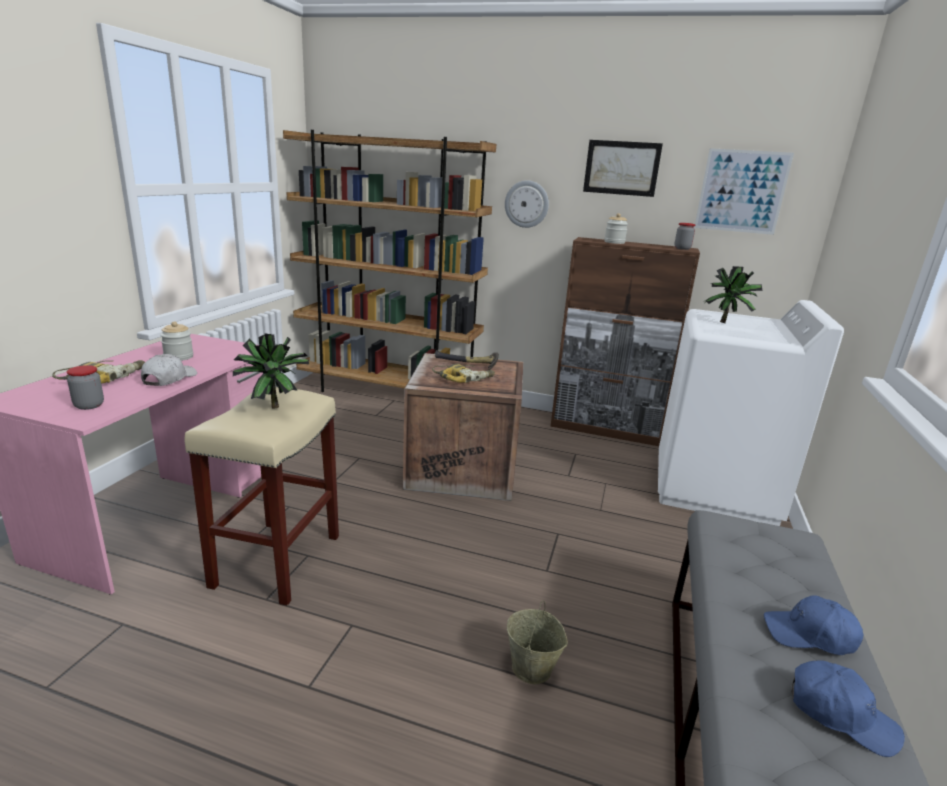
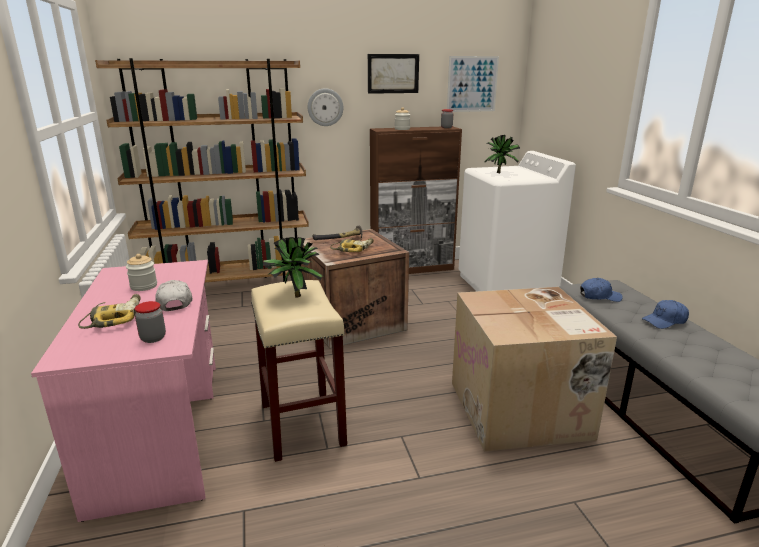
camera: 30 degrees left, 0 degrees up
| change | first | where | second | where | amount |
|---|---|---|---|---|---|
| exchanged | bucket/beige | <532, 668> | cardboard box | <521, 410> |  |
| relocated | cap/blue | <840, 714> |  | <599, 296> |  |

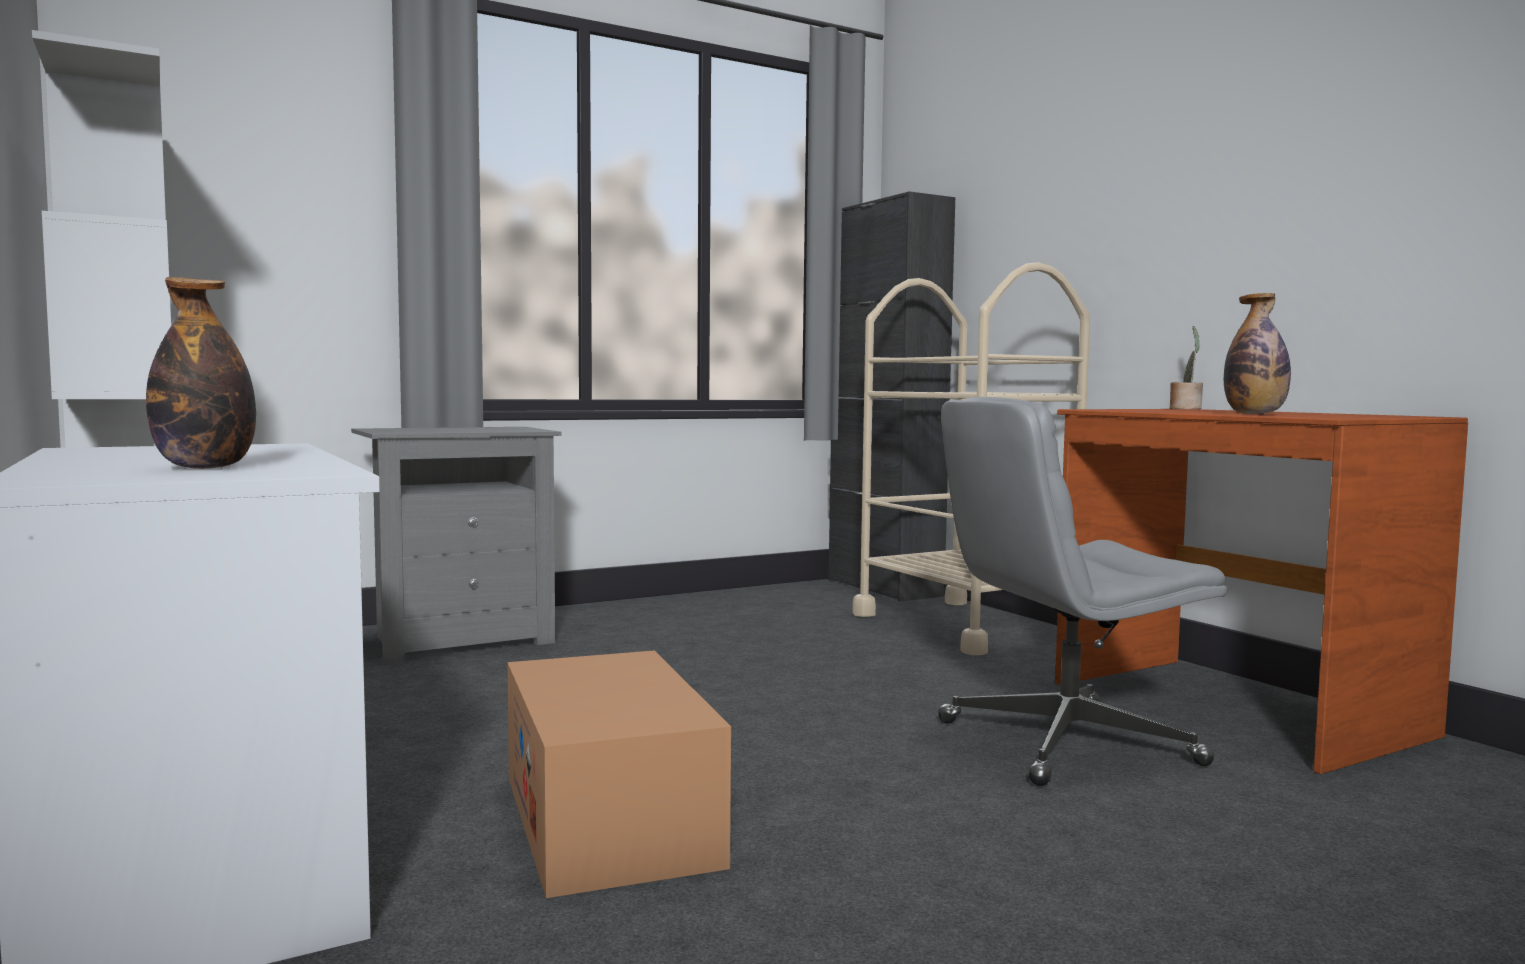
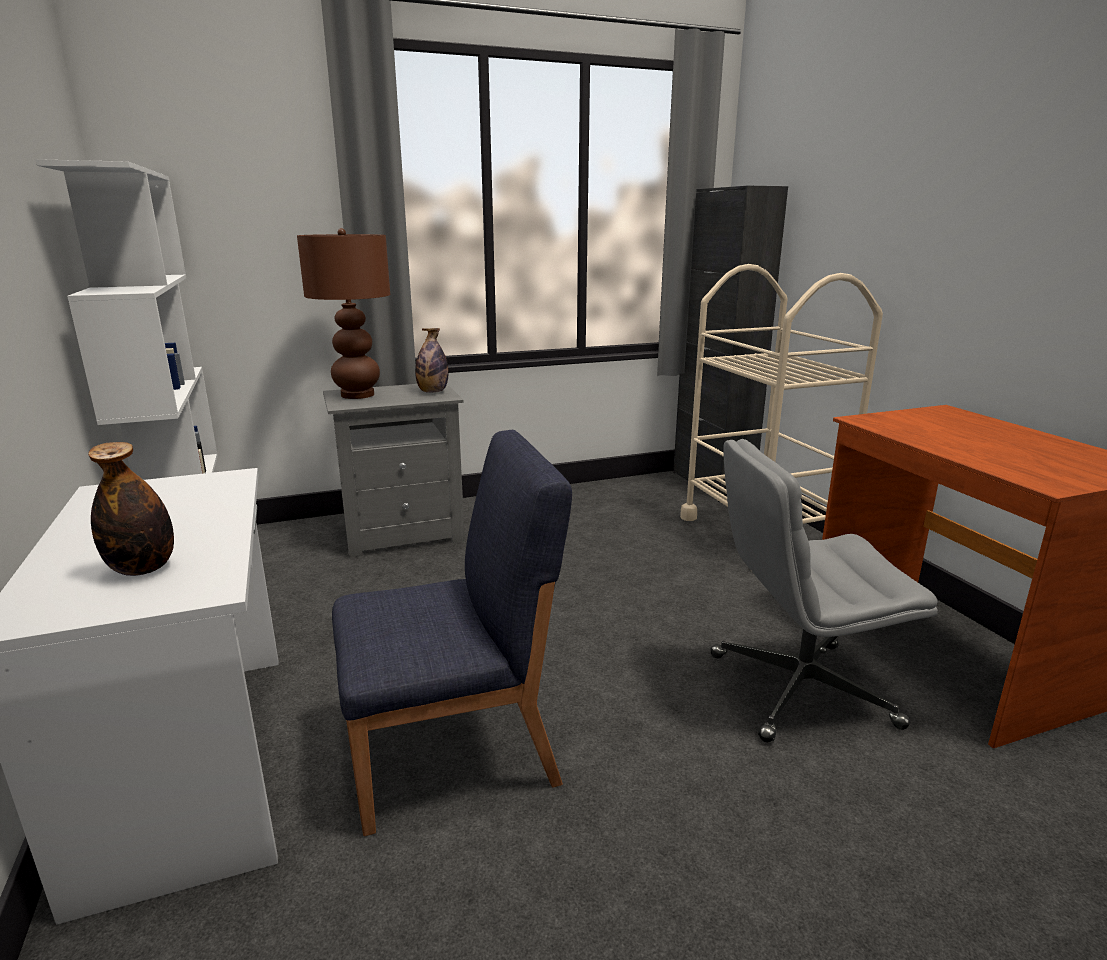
camera: 10 degrees right, 15 degrees up
| change | first | where | second | where | amount |
|---|---|---|---|---|---|
| exchanged | cardboard box | <609, 820> | chair/blue | <454, 750> |  |
| missing | potted plant | <1186, 409> |  |  |  |
| relocated | bottle | <1255, 413> |  | <432, 392> |  |
| appeared |  |  | table lamp/brown | <357, 395> |  |

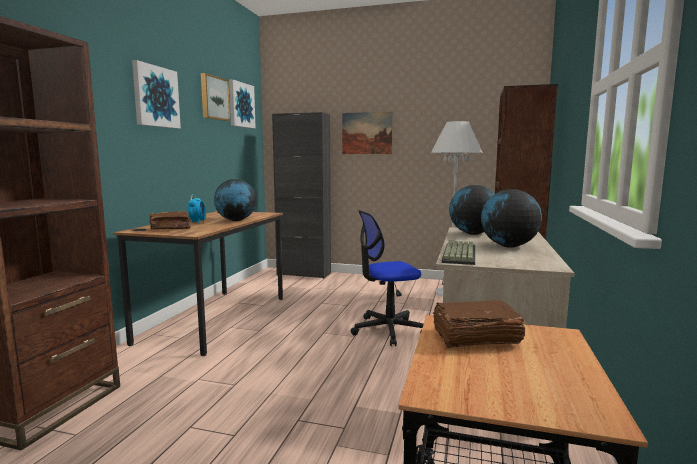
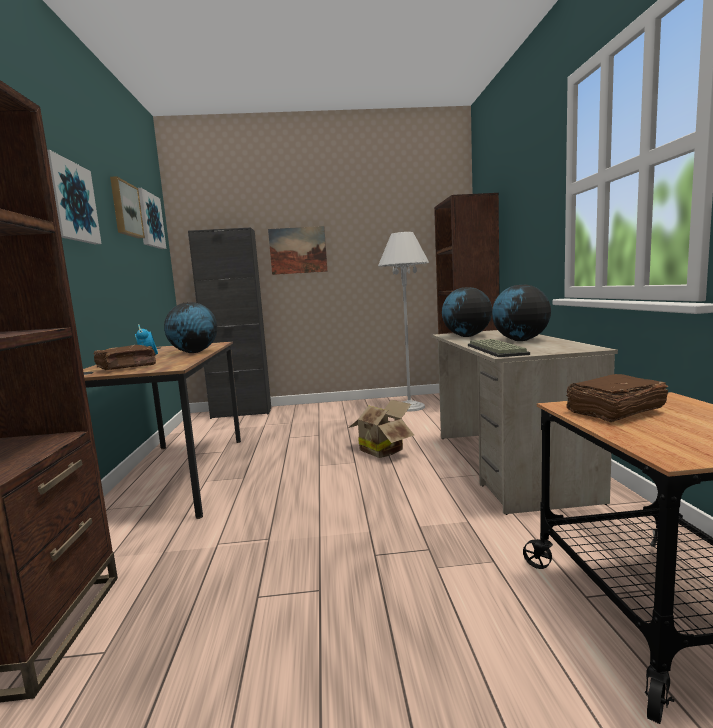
camera: 20 degrees left, 0 degrees up
| change | first | where | second | where | amount |
|---|---|---|---|---|---|
| exchanged | office chair | <388, 330> | cardboard box | <383, 450> |  |

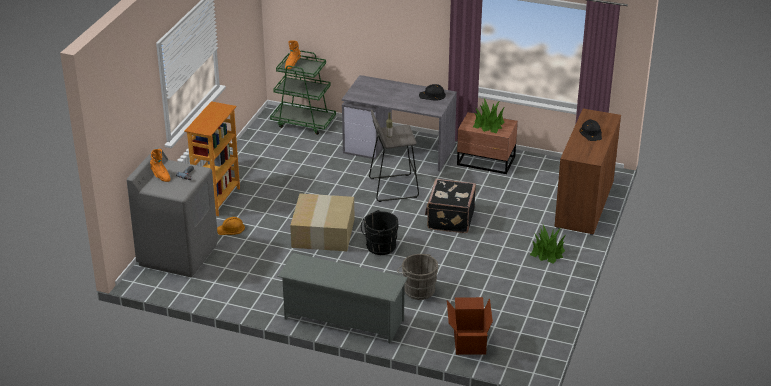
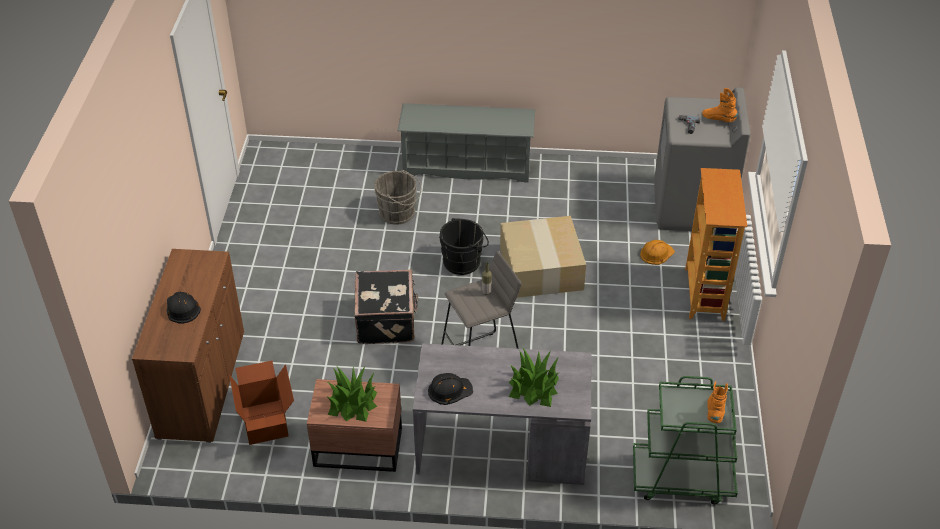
camera: 165 degrees right, 10 degrees up
| change | first | where | second | where | amount |
|---|---|---|---|---|---|
| relocated | cardboard box | <468, 342> |  | <266, 422> |  |
| relocated | potted plant | <547, 252> |  | <533, 387> |  |

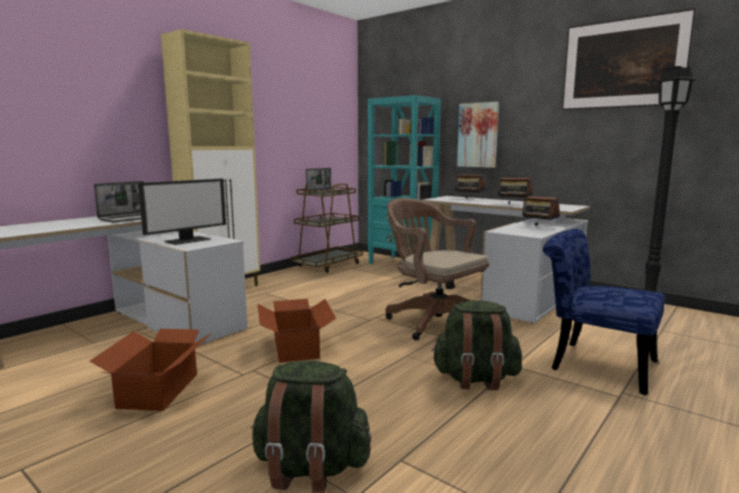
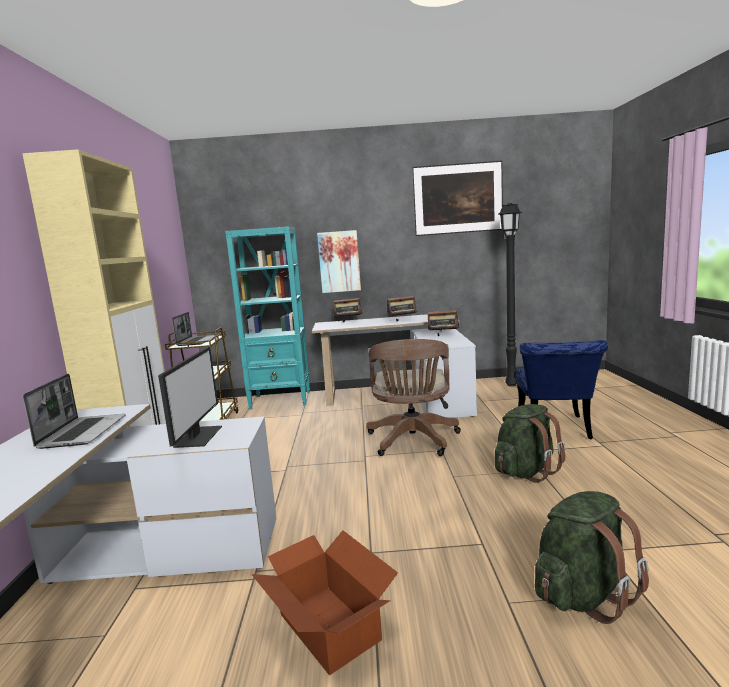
camera: 40 degrees left, 0 degrees up
| change | first | where | second | where | amount |
|---|---|---|---|---|---|
| missing | cardboard box | <297, 347> |  |  |  |
| spun | office chair/brown | <433, 321> |  | <413, 441> | 90 degrees counterclockwise |
| spun | chair/blue | <593, 364> |  | <555, 430> | 75 degrees counterclockwise |

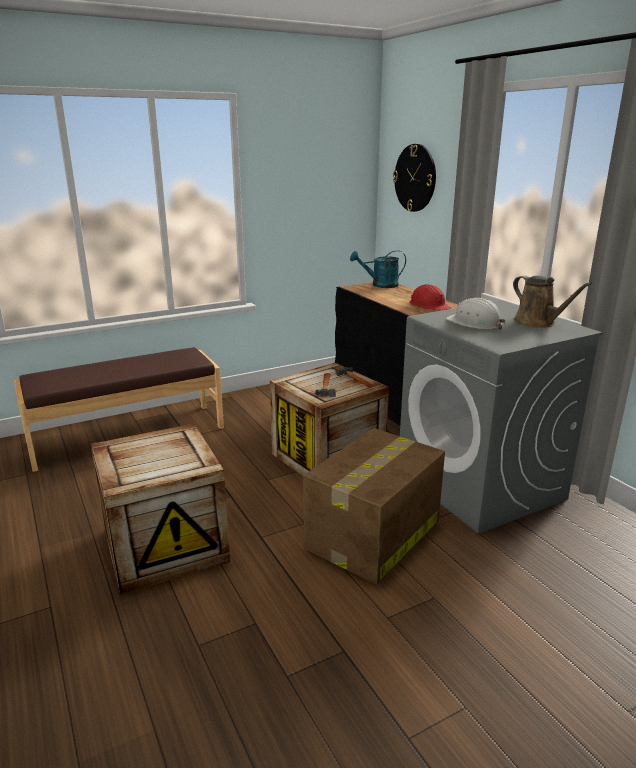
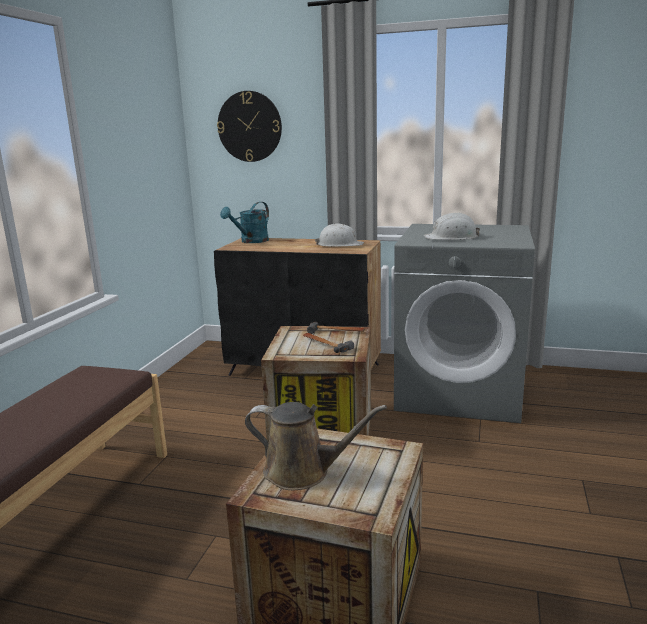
camera: 45 degrees left, 5 degrees down
| change | first | where | second | where | amount |
|---|---|---|---|---|---|
| missing | cardboard box | <372, 536> |  |  |  |
| colour | hard hat/red | <429, 305> | hard hat/white | <340, 245> |  |
| relocated | watering can/brown | <537, 323> |  | <303, 472> |  |

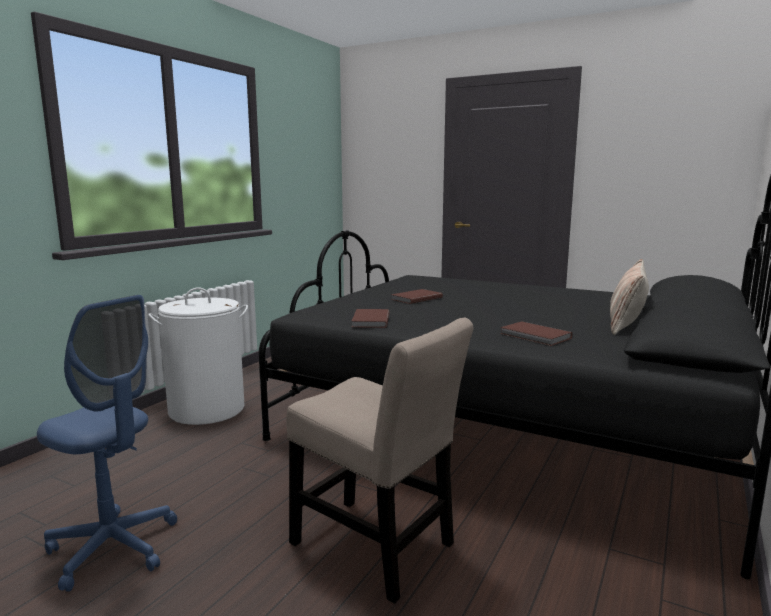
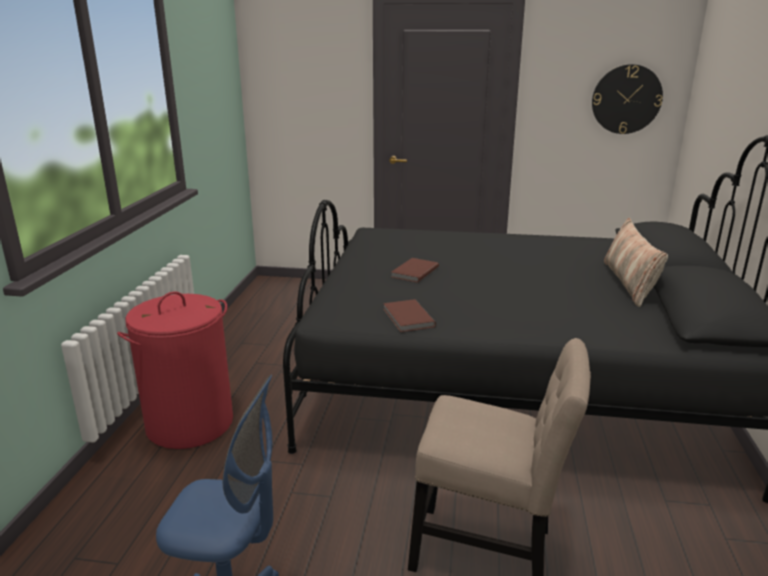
camera: 20 degrees left, 10 degrees up
| change | first | where | second | where | amount |
|---|---|---|---|---|---|
| colour | laundry basket/white | <207, 409> | laundry basket/red | <190, 423> |  |
| missing | book/brown | <535, 336> |  |  |  |
| appeared |  |  | wall clock | <626, 99> |  |

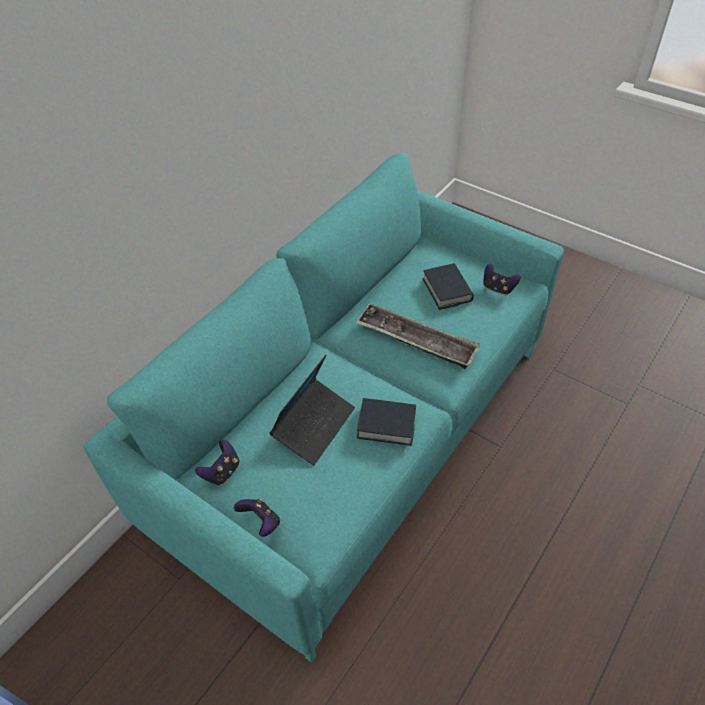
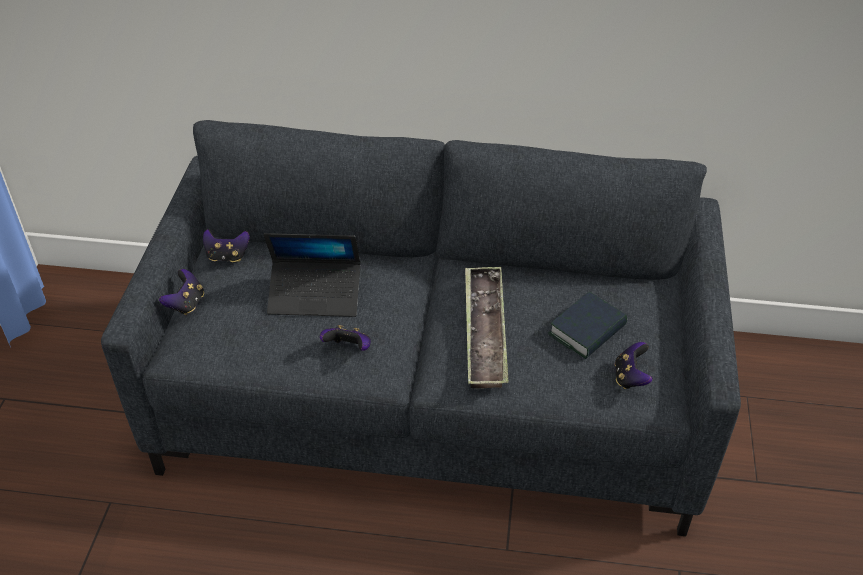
camera: 60 degrees right, 5 degrees down
| change | first | where | second | where | amount |
|---|---|---|---|---|---|
| colour | sofa/turquoise | <355, 435> | sofa/grey | <432, 401> |  |
| exchanged | book | <386, 424> | game controller | <349, 349> |  |

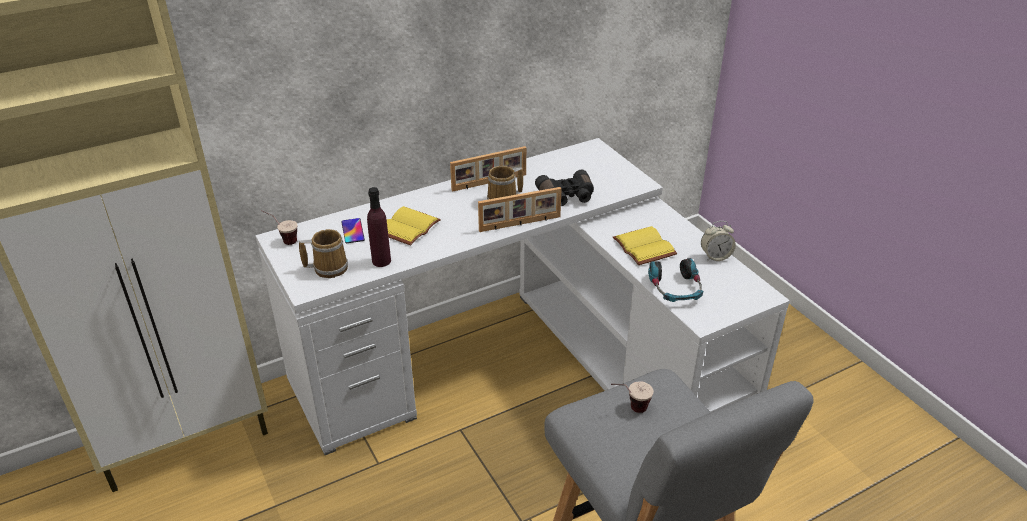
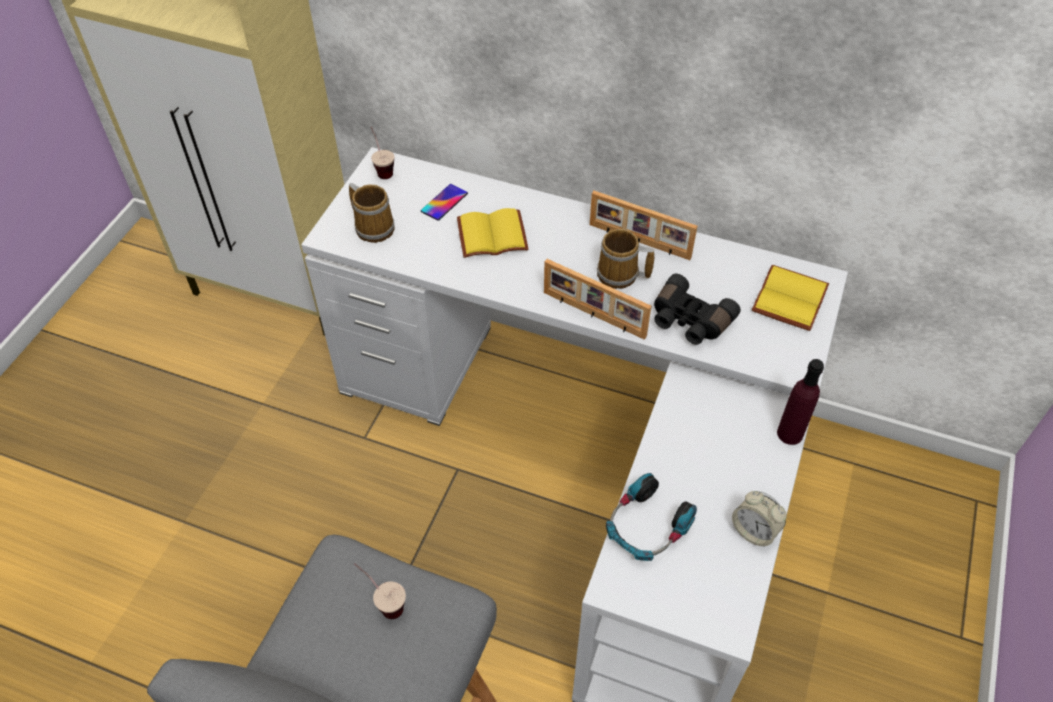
camera: 50 degrees right, 15 degrees up
| change | first | where | second | where | amount |
|---|---|---|---|---|---|
| relocated | bottle/purple | <381, 261> |  | <789, 433> |  |
| relocated | book/yellow | <642, 247> |  | <788, 297> |  |

